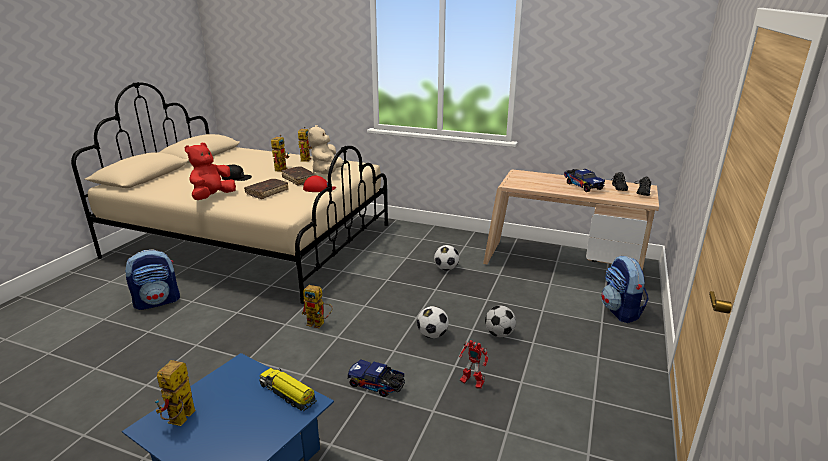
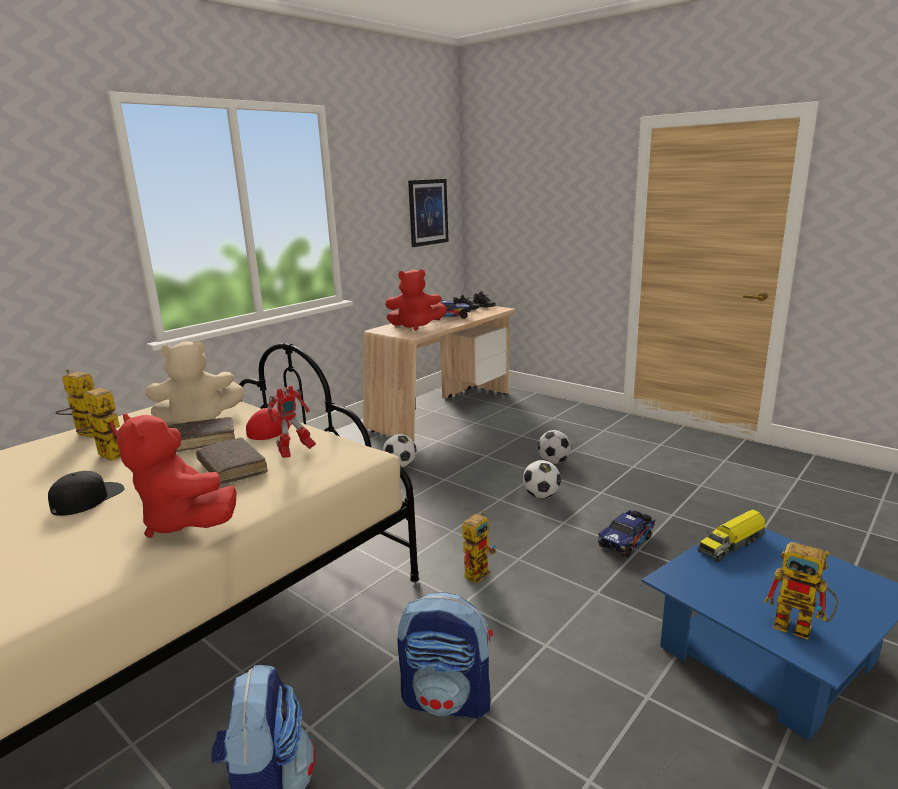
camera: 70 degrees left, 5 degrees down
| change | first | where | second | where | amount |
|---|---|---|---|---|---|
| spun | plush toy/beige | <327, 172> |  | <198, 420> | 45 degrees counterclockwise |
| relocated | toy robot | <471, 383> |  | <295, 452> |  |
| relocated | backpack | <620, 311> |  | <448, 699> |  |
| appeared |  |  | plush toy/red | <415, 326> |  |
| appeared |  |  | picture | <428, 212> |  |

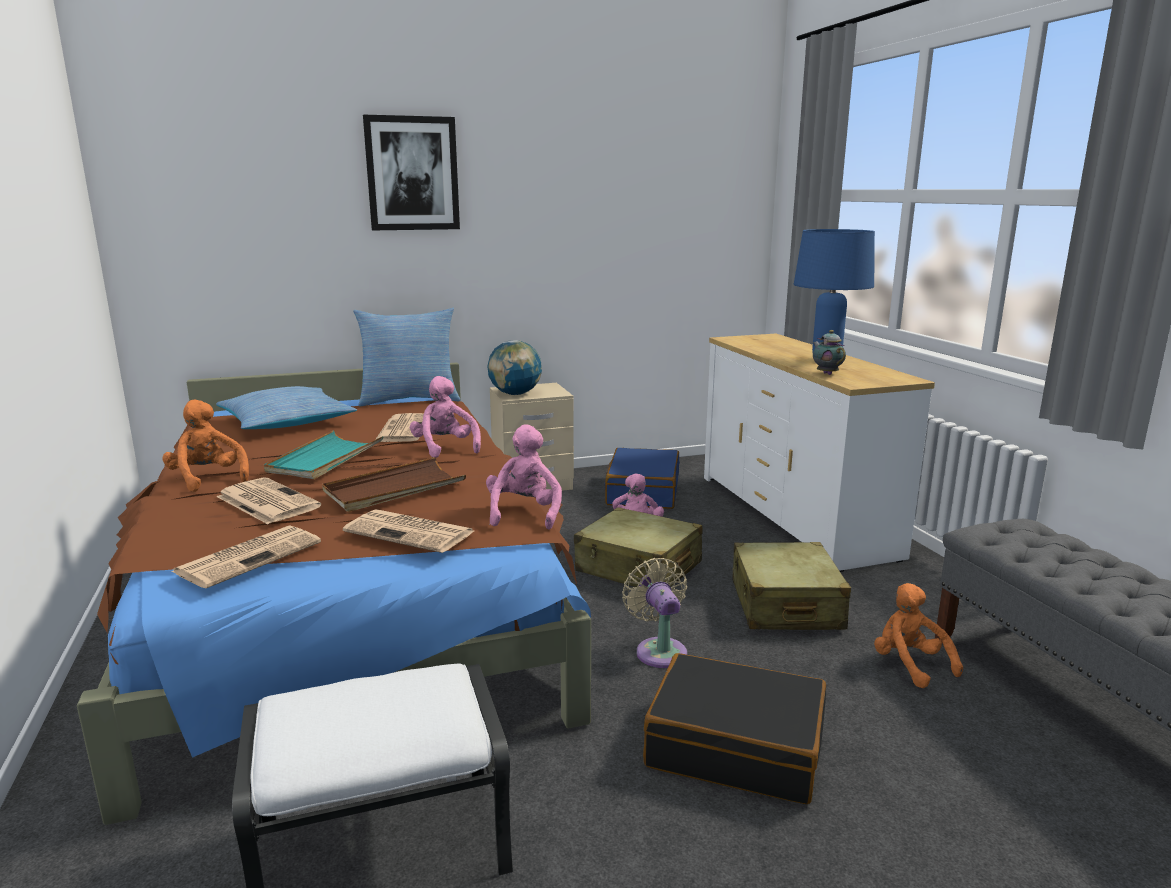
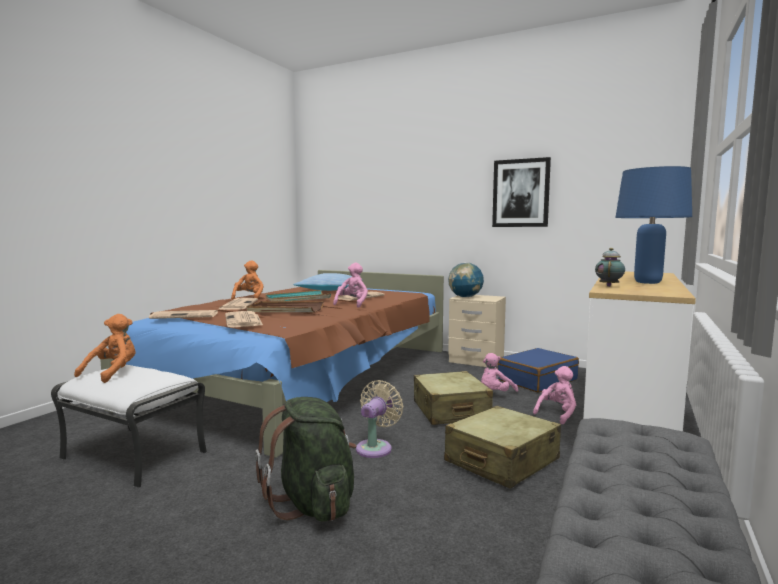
camera: 45 degrees right, 10 degrees down
| change | first | where | second | where | amount |
|---|---|---|---|---|---|
| missing | pillow | <409, 399> |  |  |  |
| relocated | picture | <412, 174> |  | <521, 193> |  |
| relocated | plush toy/pink | <524, 513> |  | <557, 414> |  |
| exchanged | suitcase/black | <735, 746> | backpack/green | <313, 503> |  |
| relocated | plush toy/orange | <909, 665> |  | <113, 373> |  |

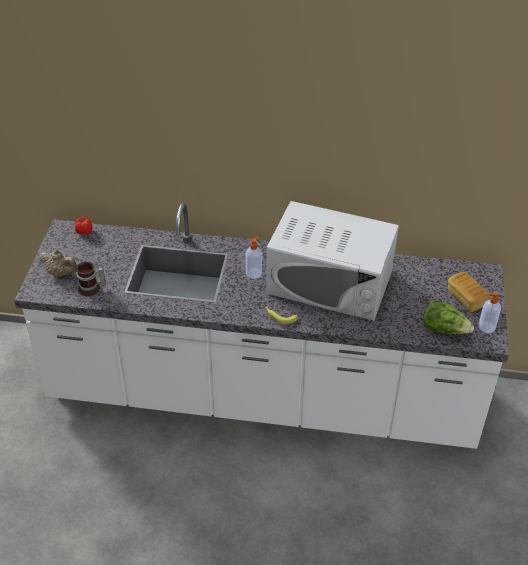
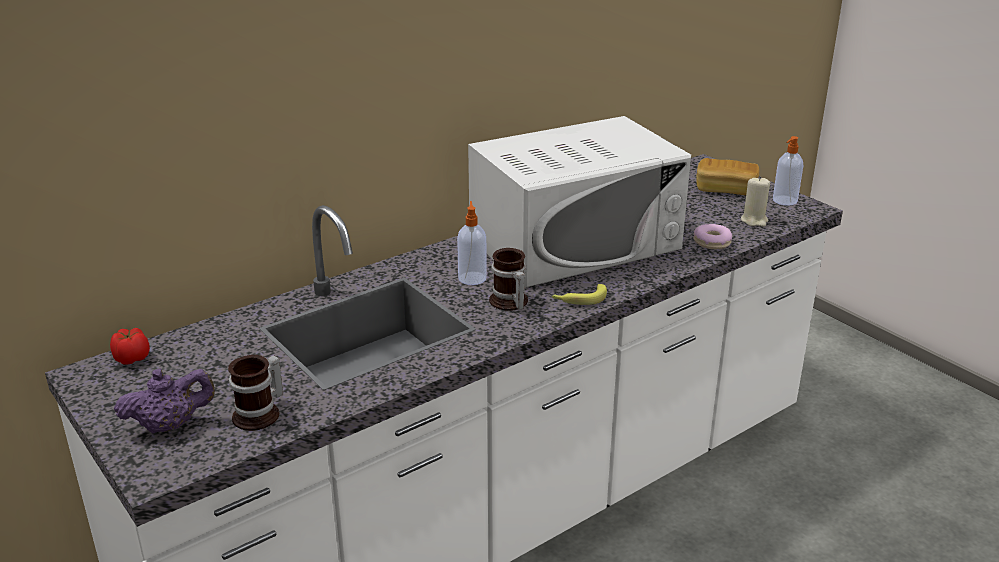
camera: 45 degrees left, 15 degrees down
| change | first | where | second | where | amount |
|---|---|---|---|---|---|
| colour | teapot/beige | <60, 273> | teapot/purple | <170, 425> |  |
| exchanged | lettuce | <444, 328> | candle/beige | <754, 220> |  |
| appeared |  |  | mug | <508, 303> |  |
| appeared |  |  | donut | <712, 242> |  |

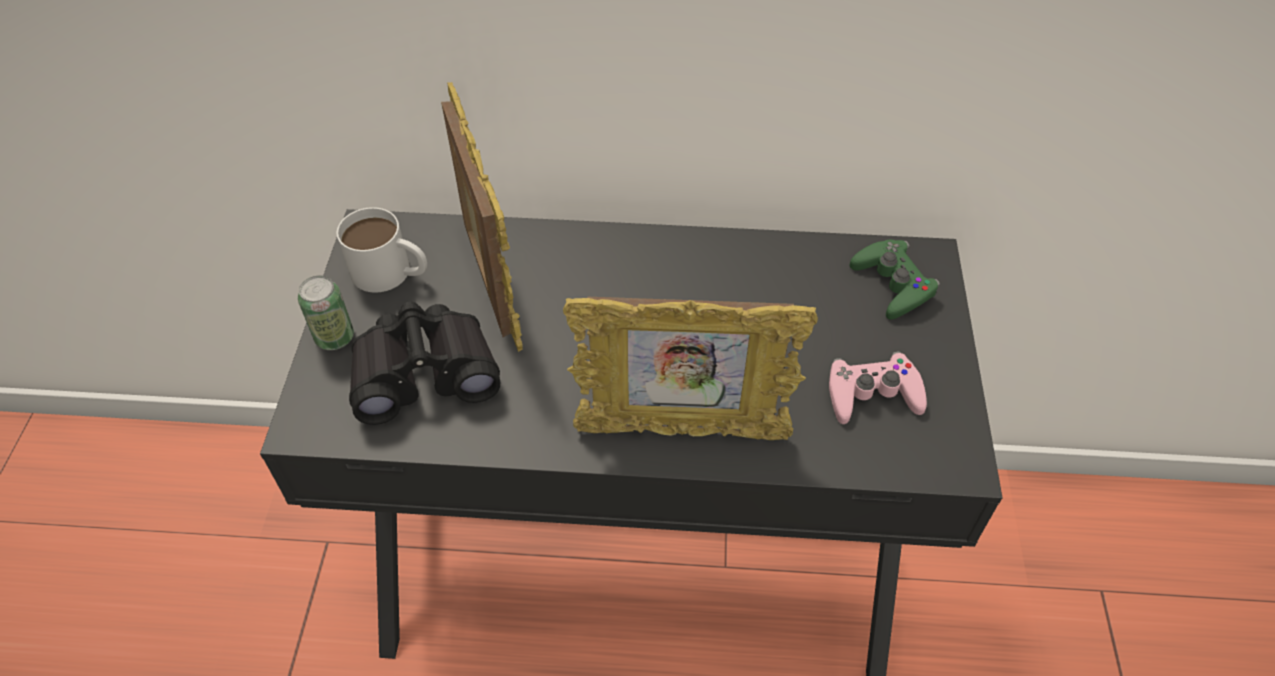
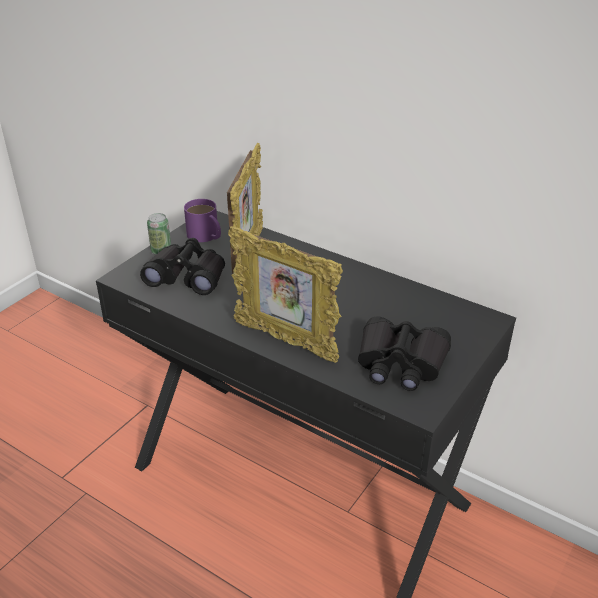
camera: 30 degrees right, 15 degrees down
| change | first | where | second | where | amount |
|---|---|---|---|---|---|
| colour | mug/white | <391, 273> | mug/purple | <206, 236> |  |
| exchanged | game controller/pink | <872, 394> | binoculars/black | <400, 363> |  |
| missing | game controller/green | <893, 284> |  |  |  |

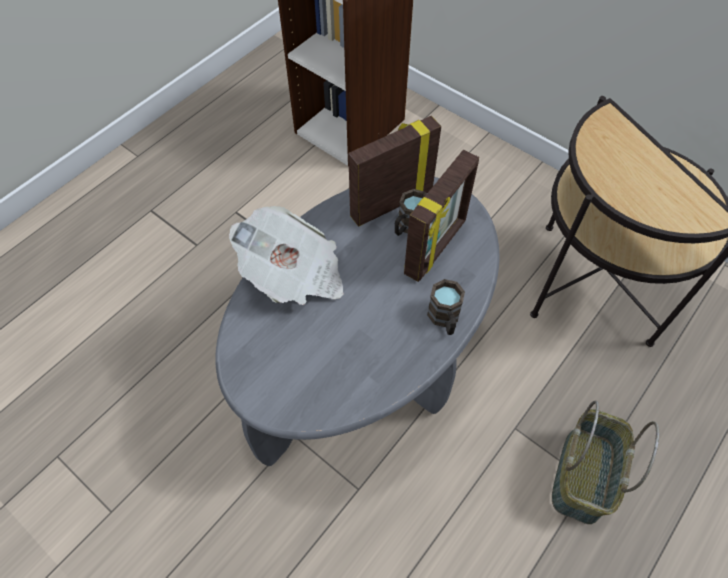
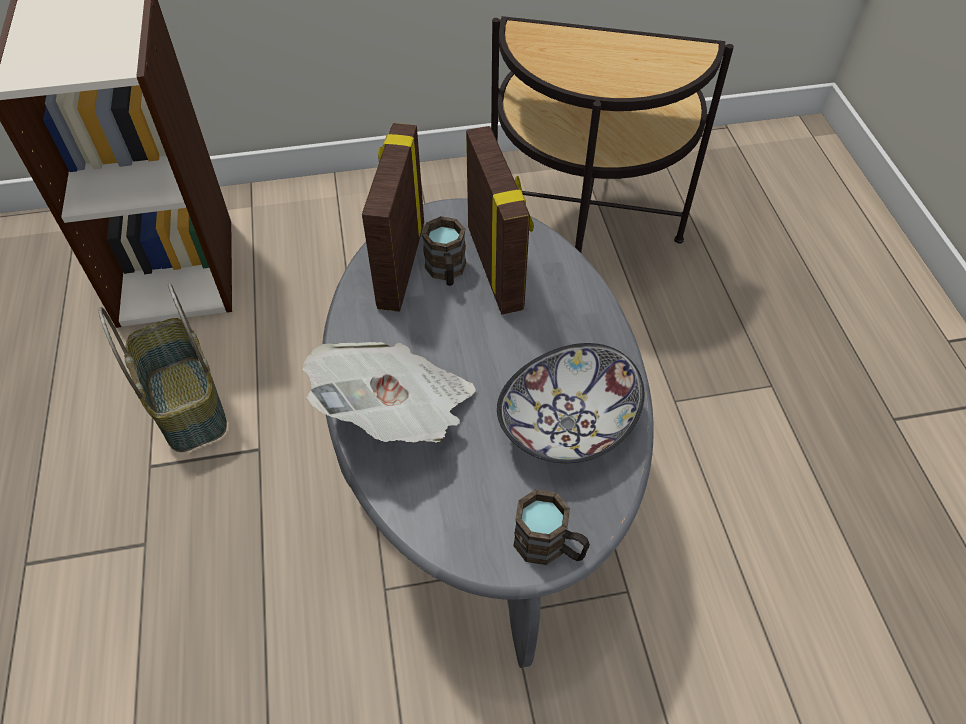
camera: 50 degrees left, 5 degrees down
| change | first | where | second | where | amount |
|---|---|---|---|---|---|
| relocated | mug/brown | <445, 319> |  | <549, 546> |  |
| relocated | basket | <583, 476> |  | <189, 404> |  |
| appeared |  |  | bowl | <568, 426> |  |

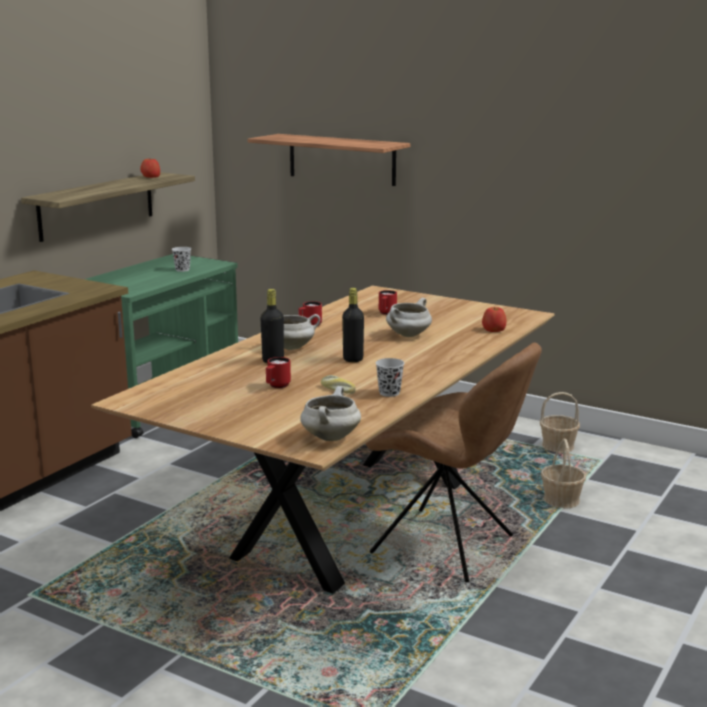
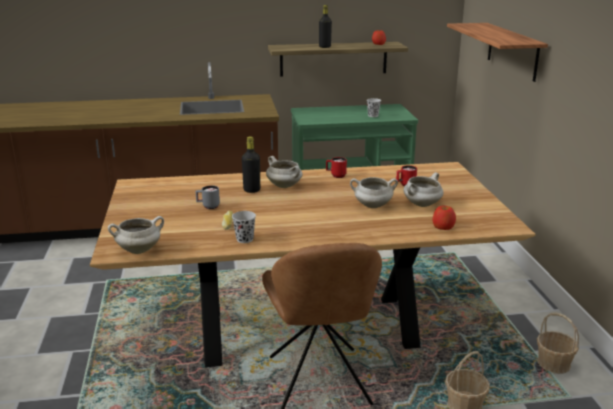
camera: 50 degrees right, 5 degrees up
| change | first | where | second | where | amount |
|---|---|---|---|---|---|
| colour | mug/red | <277, 386> | mug/grey | <208, 206> |  |
| relocated | bottle/black | <353, 359> |  | <325, 47> |  |
| appeared |  |  | cooking pot/white | <422, 205> |  |

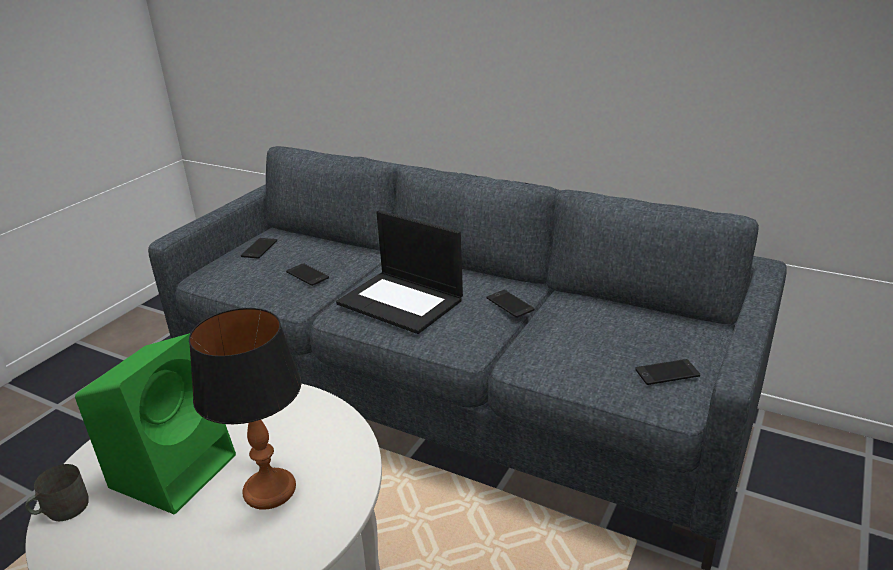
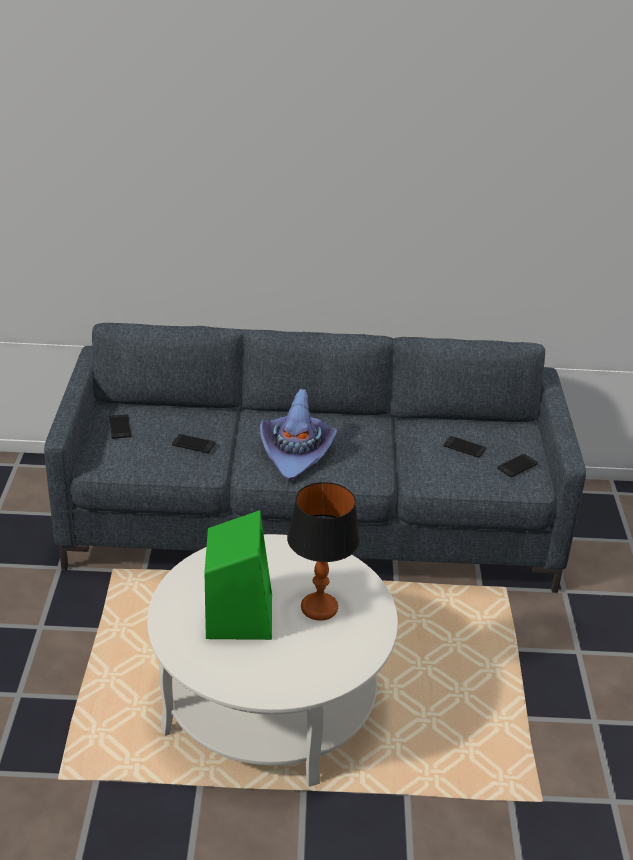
camera: 30 degrees left, 5 degrees up
| change | first | where | second | where | amount |
|---|---|---|---|---|---|
| missing | mug/grey | <61, 510> |  |  |  |
| exchanged | laptop | <402, 301> | hat/purple | <296, 452> |  |
| relocated | phone | <510, 304> |  | <464, 447> |  |

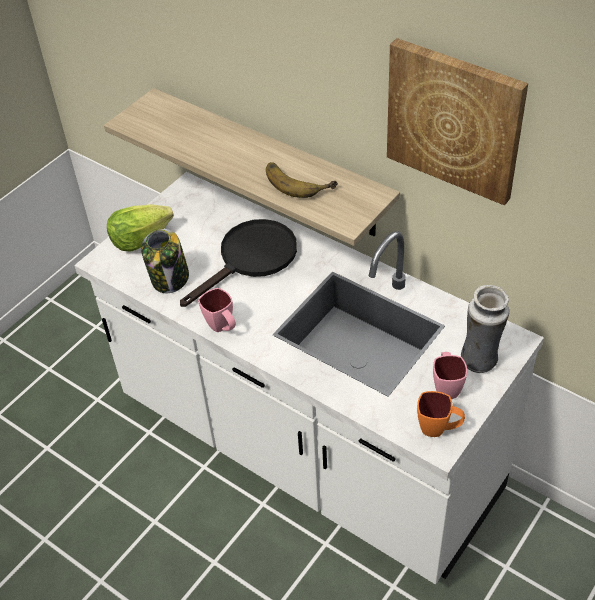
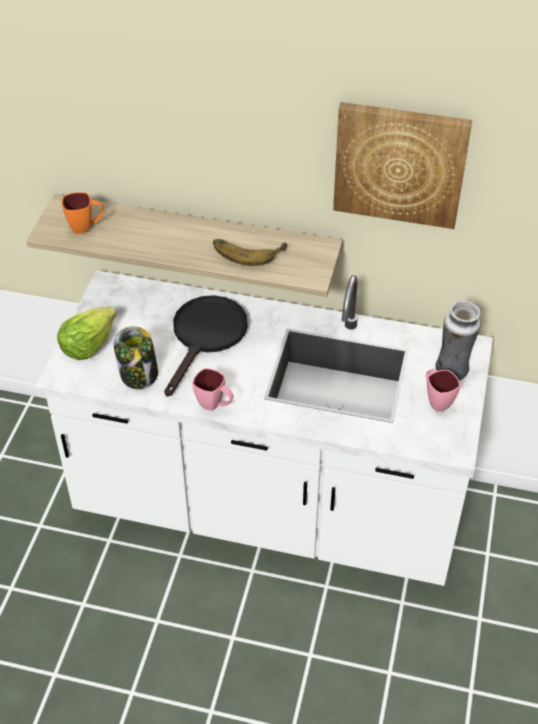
camera: 25 degrees left, 0 degrees up
| change | first | where | second | where | amount |
|---|---|---|---|---|---|
| relocated | mug/orange | <439, 429> |  | <86, 227> |  |

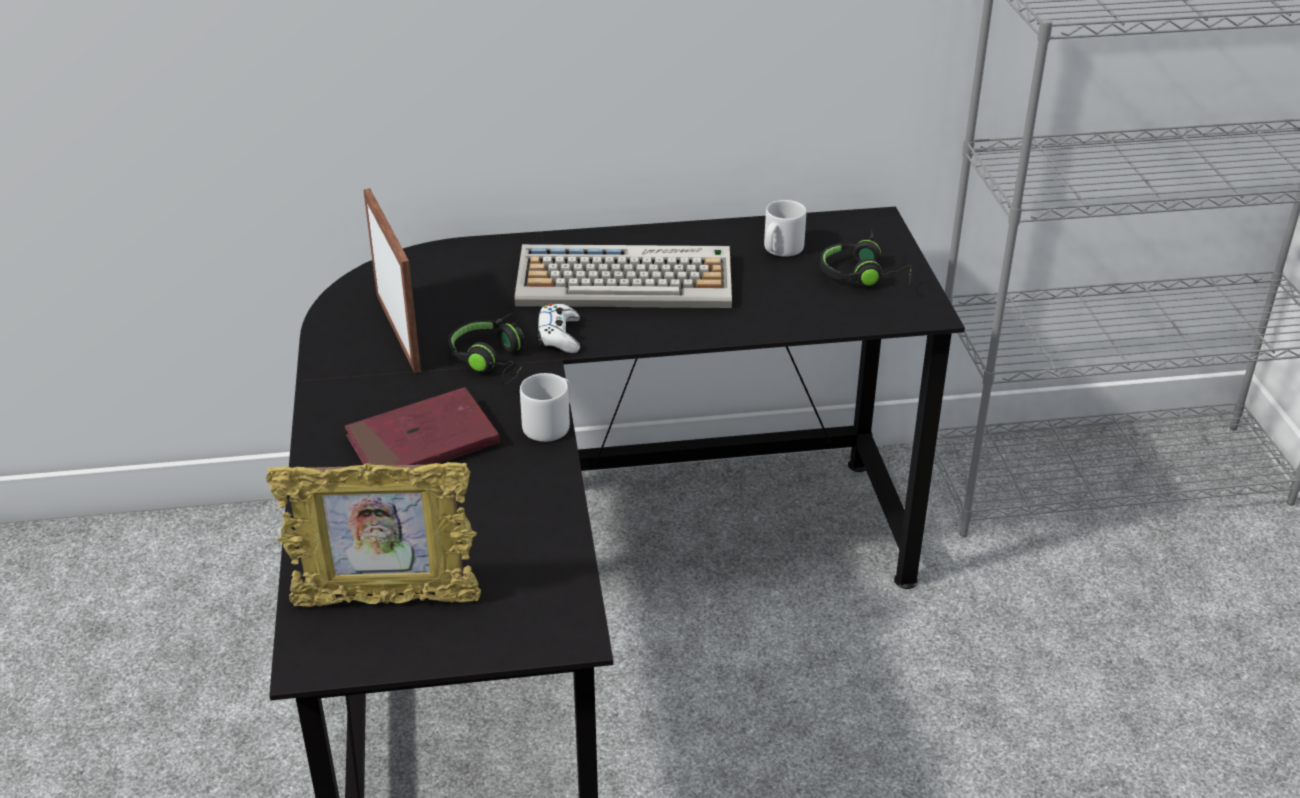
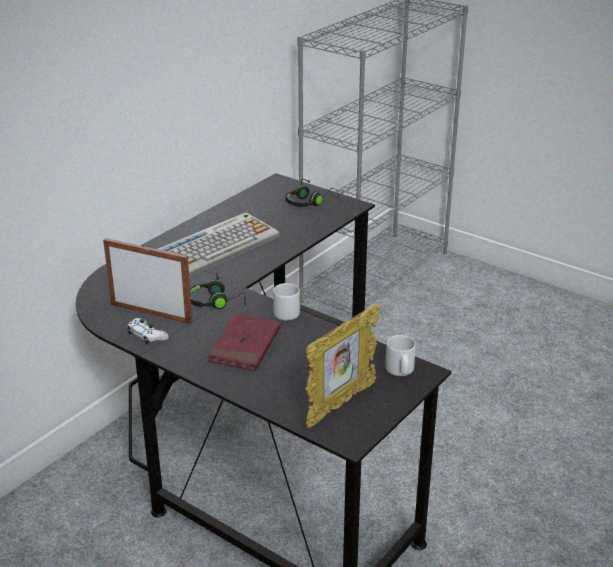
camera: 45 degrees left, 5 degrees down
| change | first | where | second | where | amount |
|---|---|---|---|---|---|
| relocated | game controller/white | <559, 336> |  | <147, 336> |  |
| relocated | mug/grey | <780, 249> |  | <400, 370> |  |

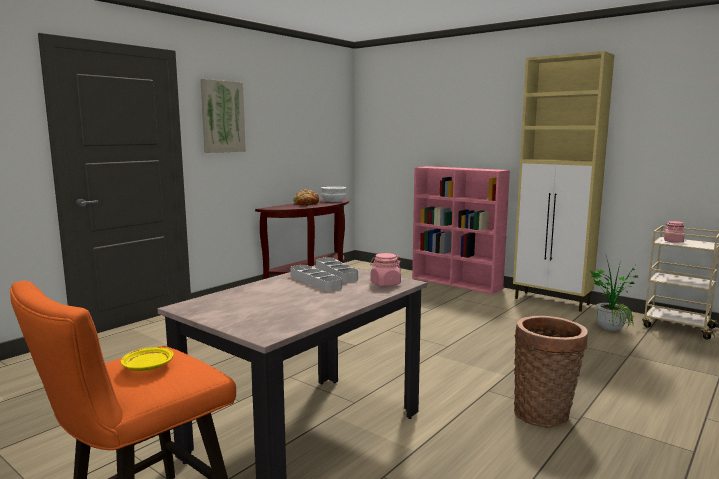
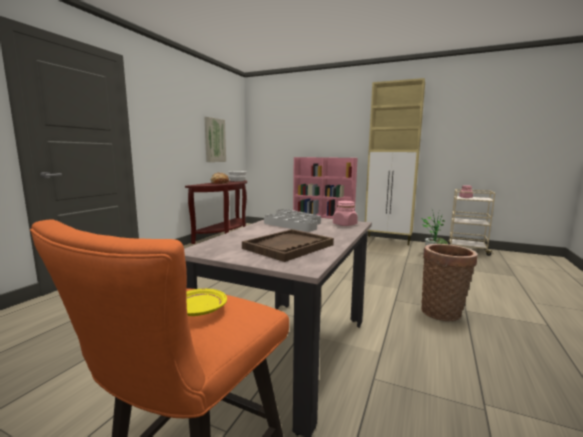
camera: 15 degrees left, 0 degrees up
| change | first | where | second | where | amount |
|---|---|---|---|---|---|
| relocated | picture | <222, 116> |  | <214, 140> |  |
| appeared |  |  | tray/brown | <288, 247> |  |

